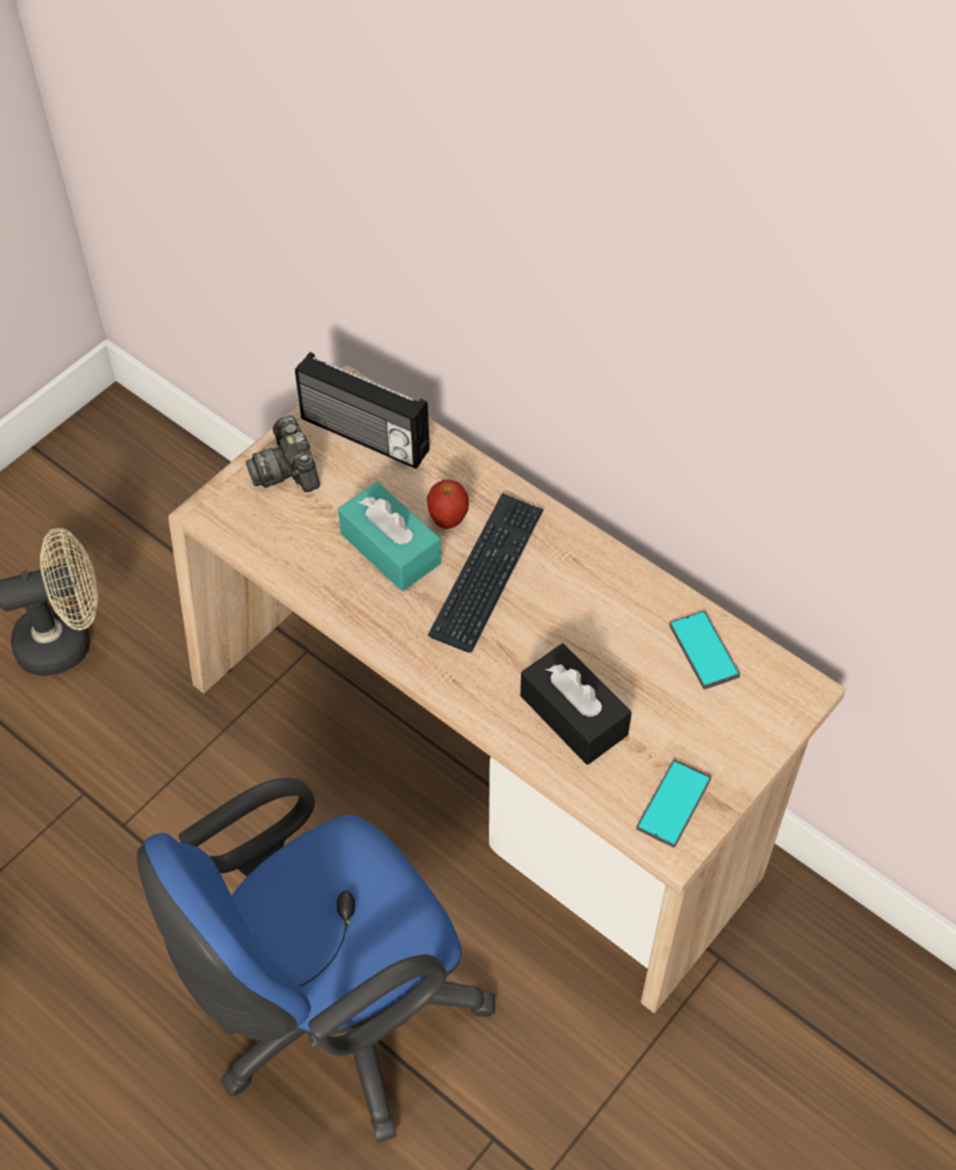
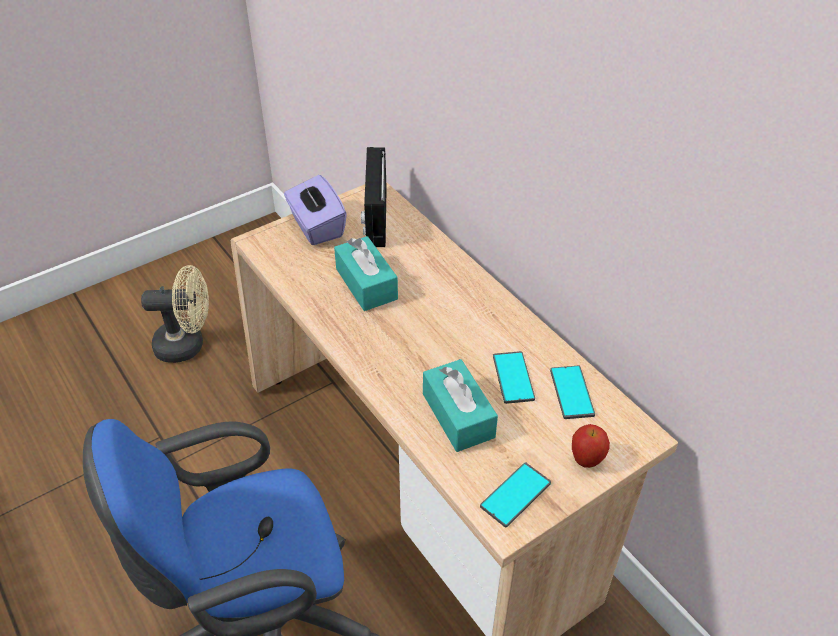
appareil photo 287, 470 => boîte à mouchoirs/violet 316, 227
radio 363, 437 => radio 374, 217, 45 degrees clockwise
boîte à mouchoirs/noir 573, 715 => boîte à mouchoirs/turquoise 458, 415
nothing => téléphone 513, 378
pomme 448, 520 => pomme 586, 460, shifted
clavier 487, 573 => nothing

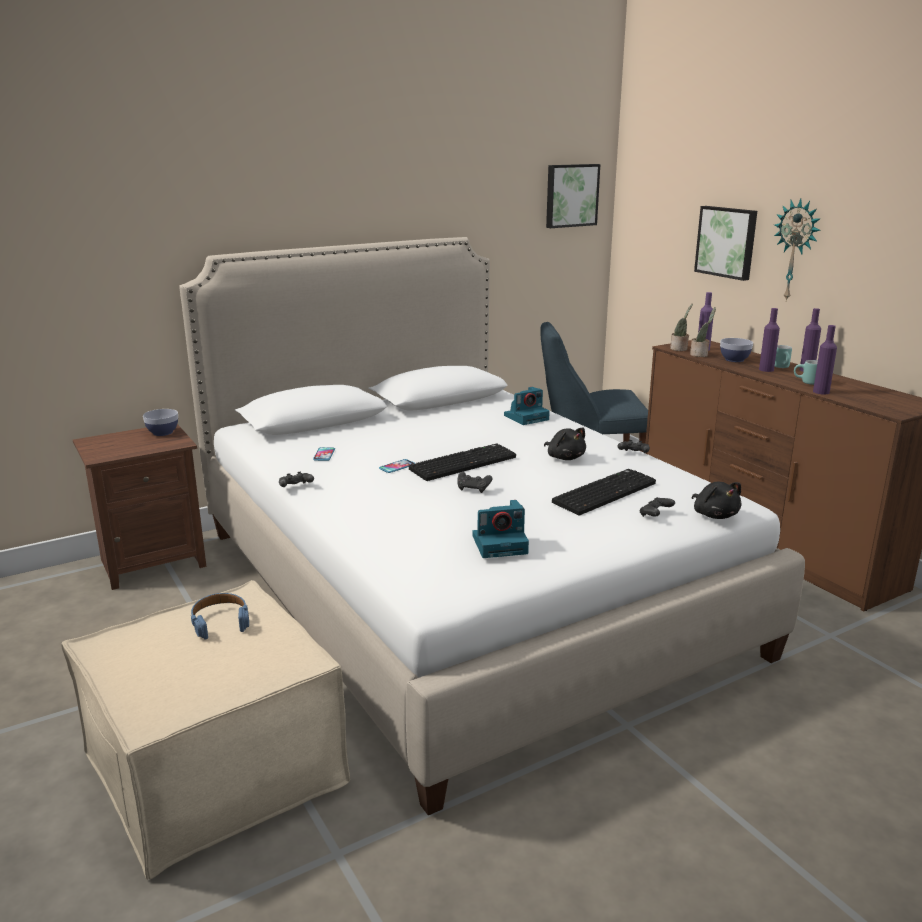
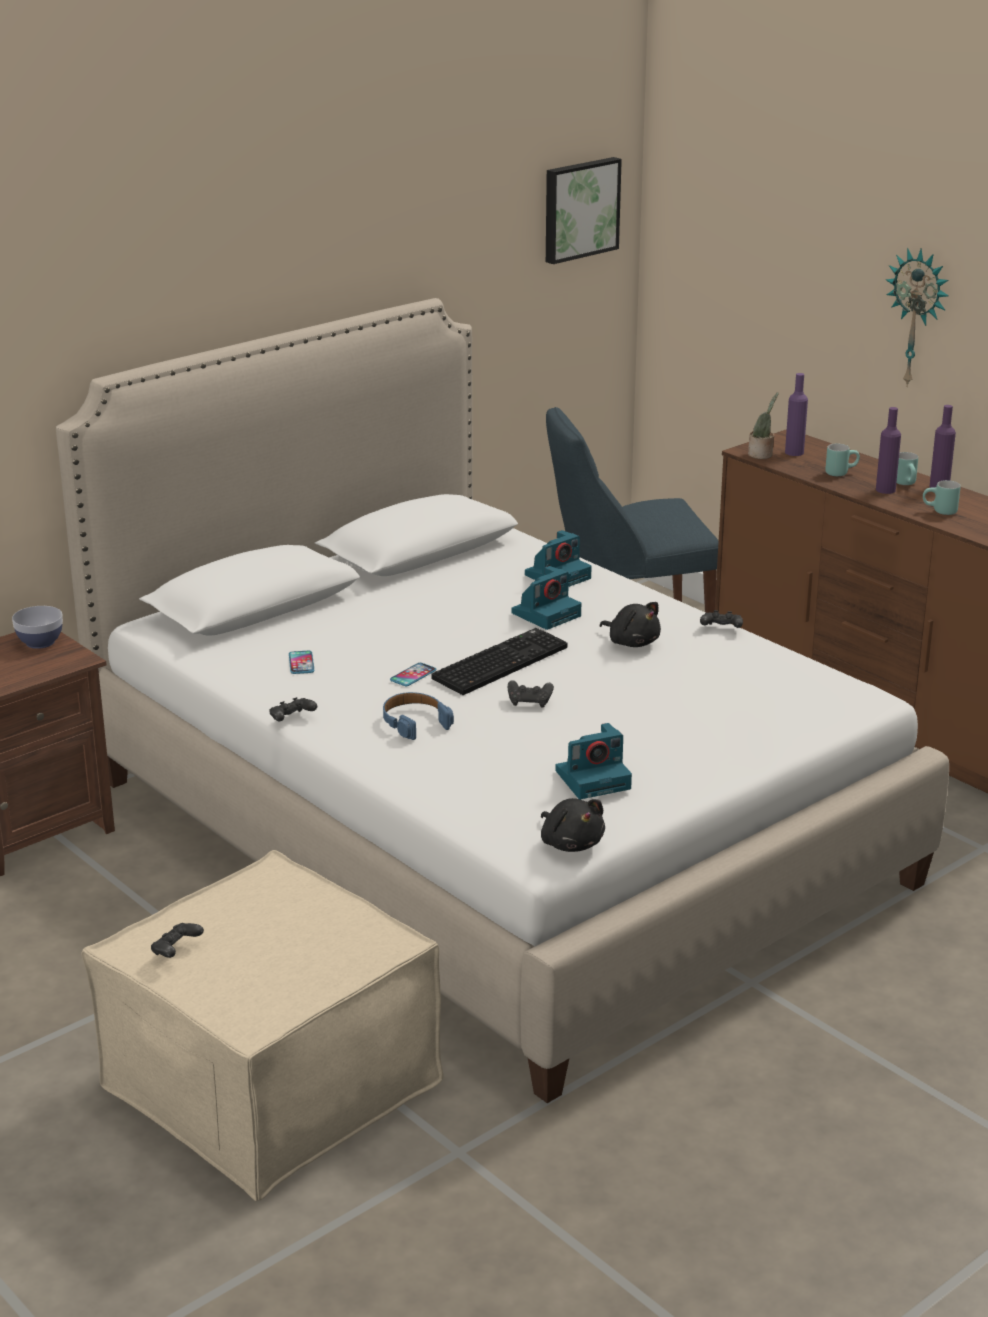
manette/noir 655, 515 => manette/noir 176, 950, shifted
casque audio/bleu 220, 621 => casque audio/bleu 414, 722, shifted
nothing => appareil photo 546, 614
peluche/noir 714, 515 => peluche/noir 571, 843, shifted
bol 734, 359 => mug/turquoise 840, 472
clavier 604, 492 => nothing
plante en pot 700, 355 => nothing
tableau 727, 242 => nothing
bouteille/violet 821, 392 => nothing

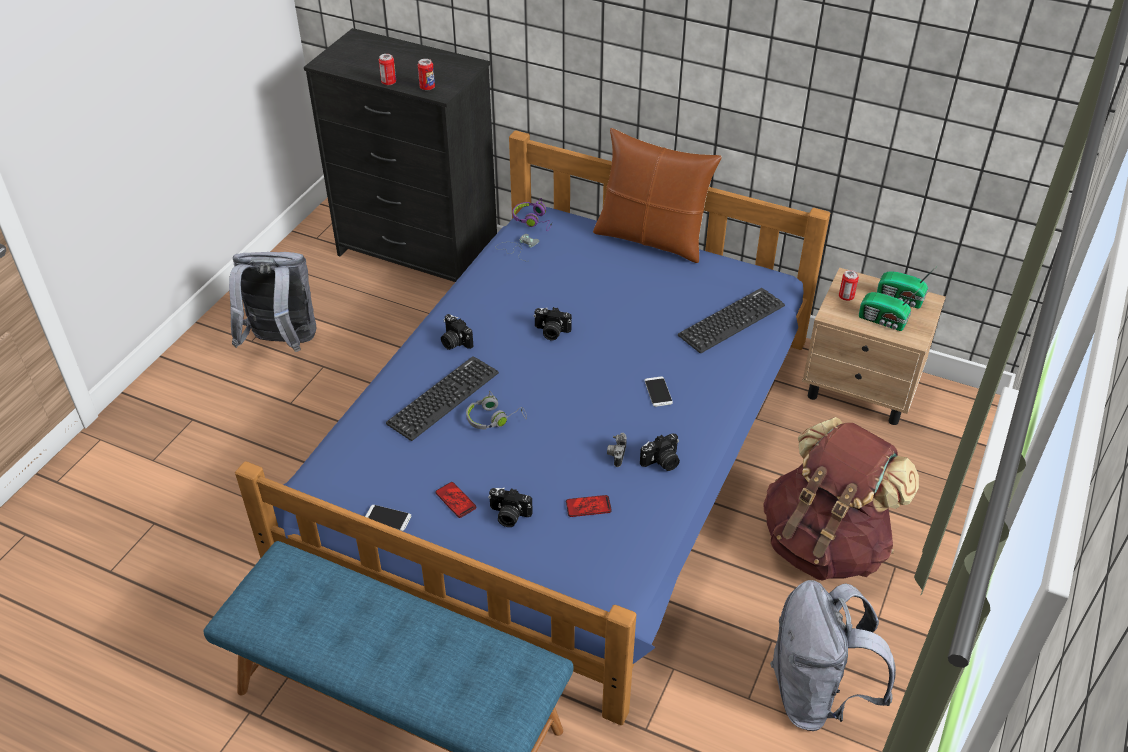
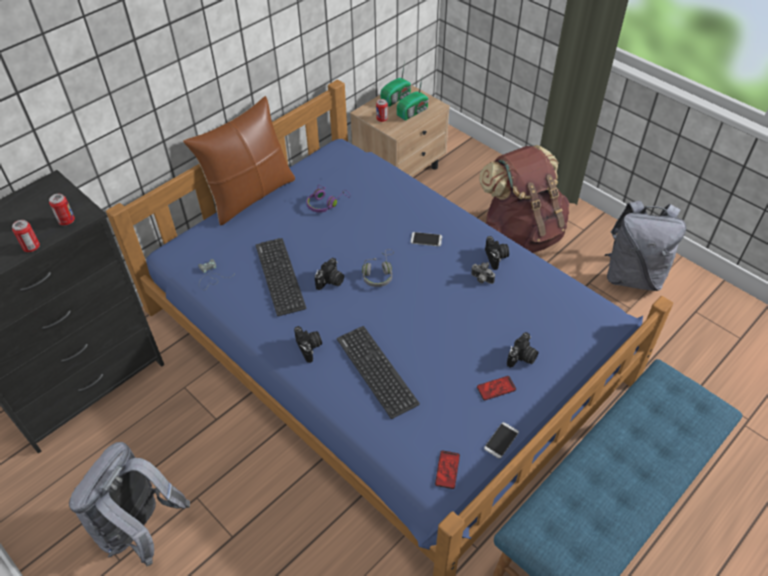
clavier 731, 321 => clavier 280, 276, shifted
appareil photo 454, 342 => appareil photo 310, 347, 90 degrees counterclockwise
casque audio/violet 533, 221 => casque audio/violet 326, 203, shifted
casque audio/gris 494, 418 => casque audio/gris 379, 273, shifted
téléphone 588, 506 => téléphone 447, 470, shifted

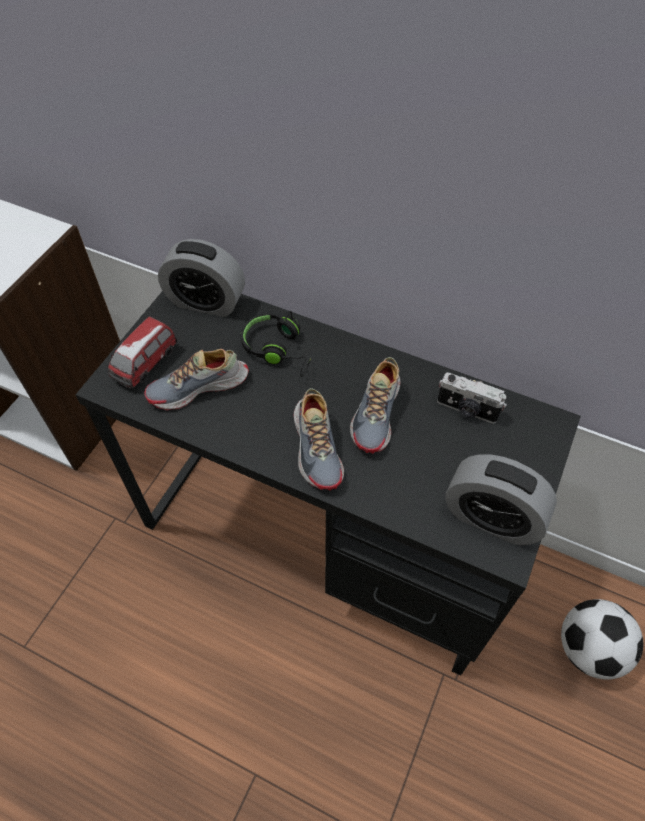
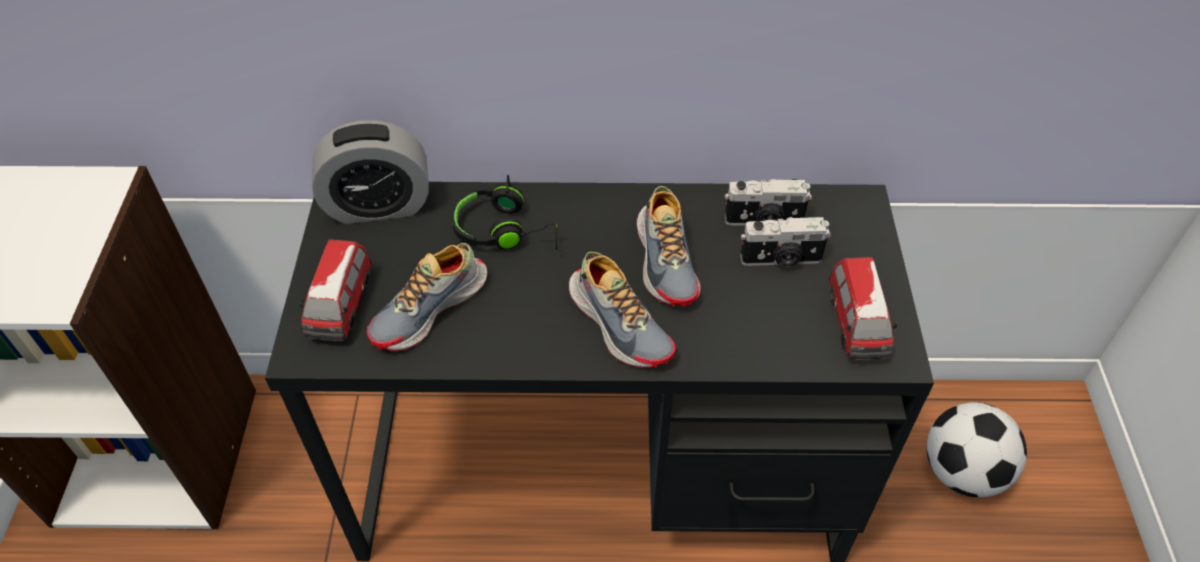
nothing => appareil photo 781, 260
réveil 491, 517 => petite voiture 857, 324

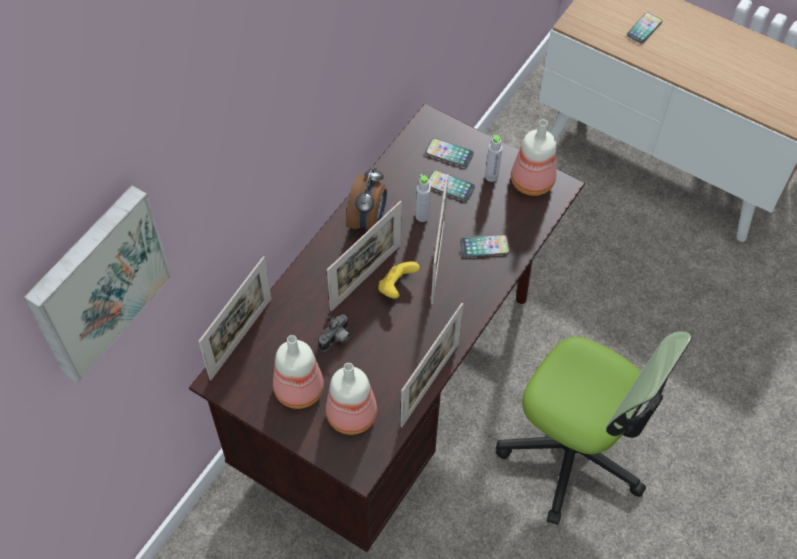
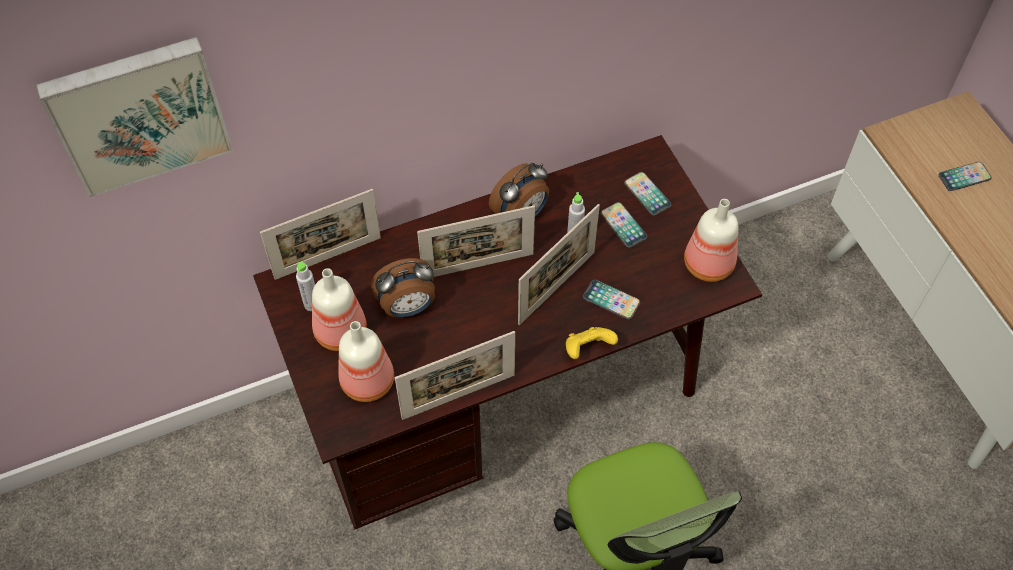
bouteille/gris 491, 176 => bouteille/gris 312, 304, shifted
appareil photo 337, 339 => réveil 408, 307
manette/jaune 396, 287 => manette/jaune 587, 349, shifted

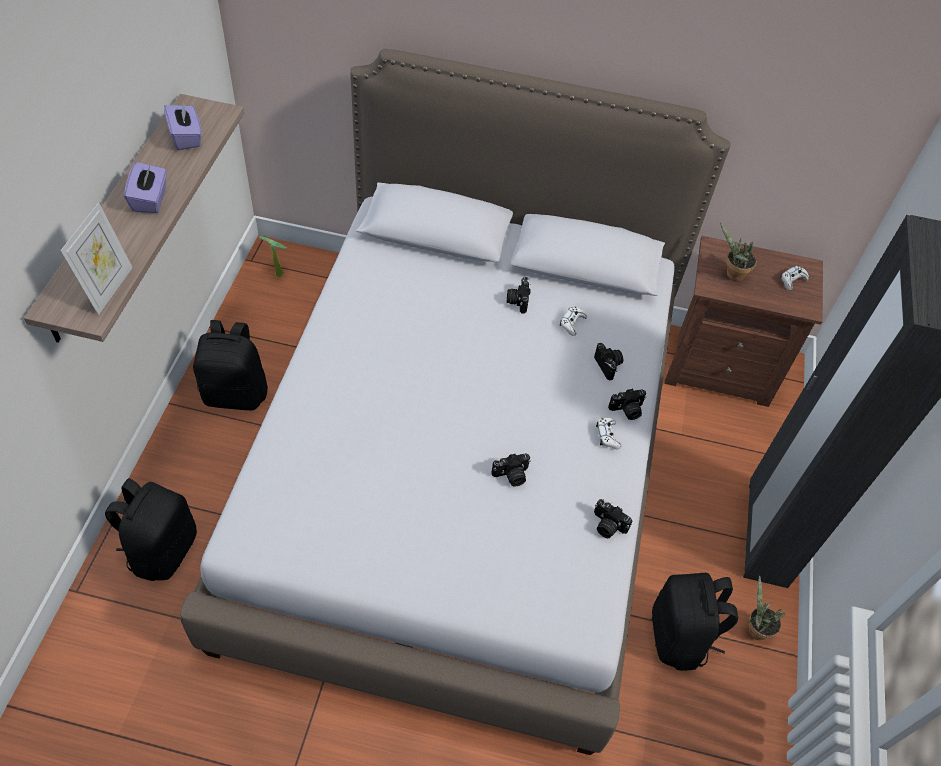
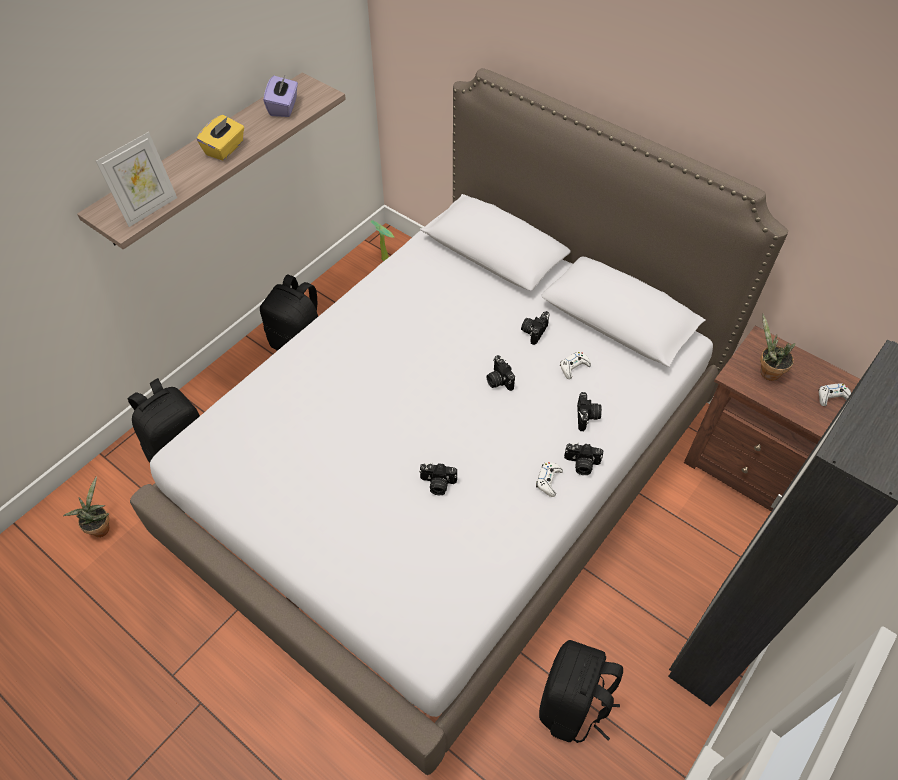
plante en pot 755, 629 => plante en pot 100, 527, shifted
boîte à mouchoirs/violet 150, 199 => boîte à mouchoirs/jaune 225, 149
appareil photo 607, 526 => appareil photo 498, 380, shifted

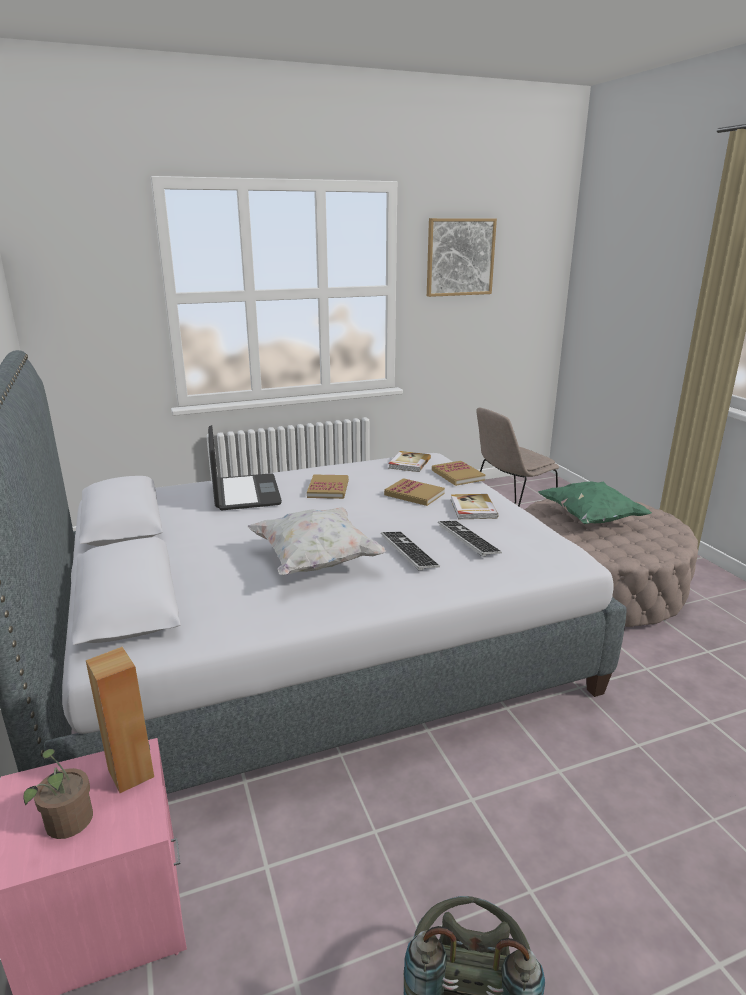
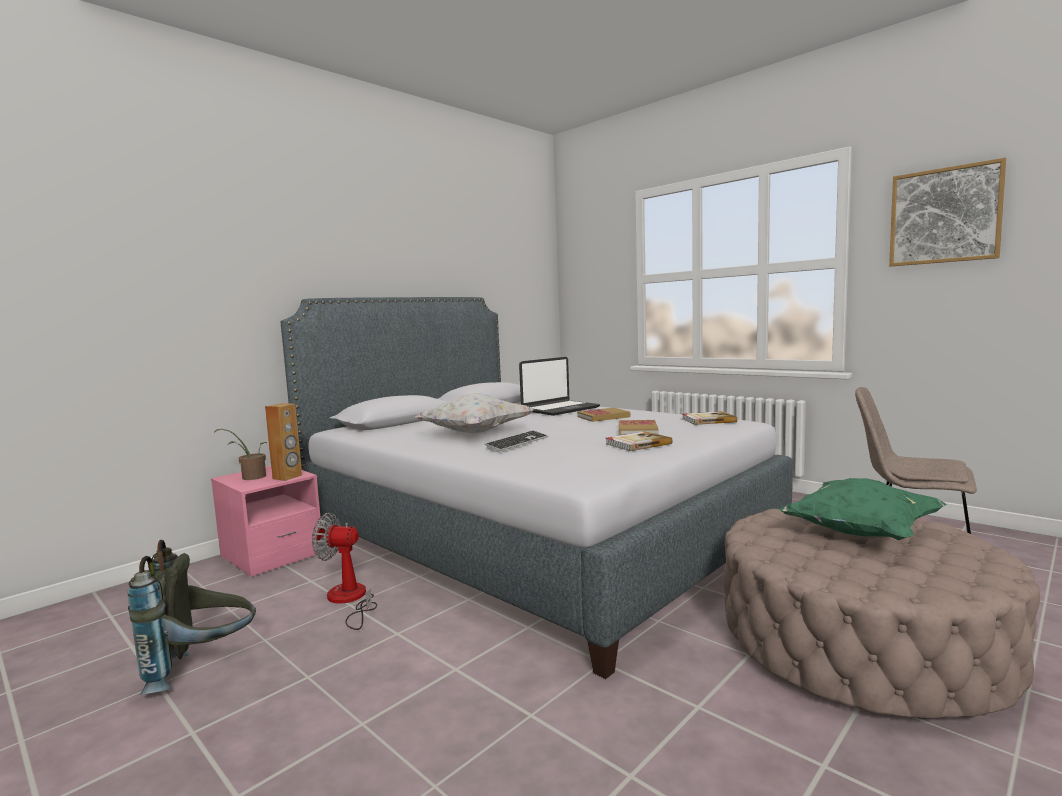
nothing => ventilateur 349, 600
livre 457, 475 => nothing
clavier 468, 539 => nothing

